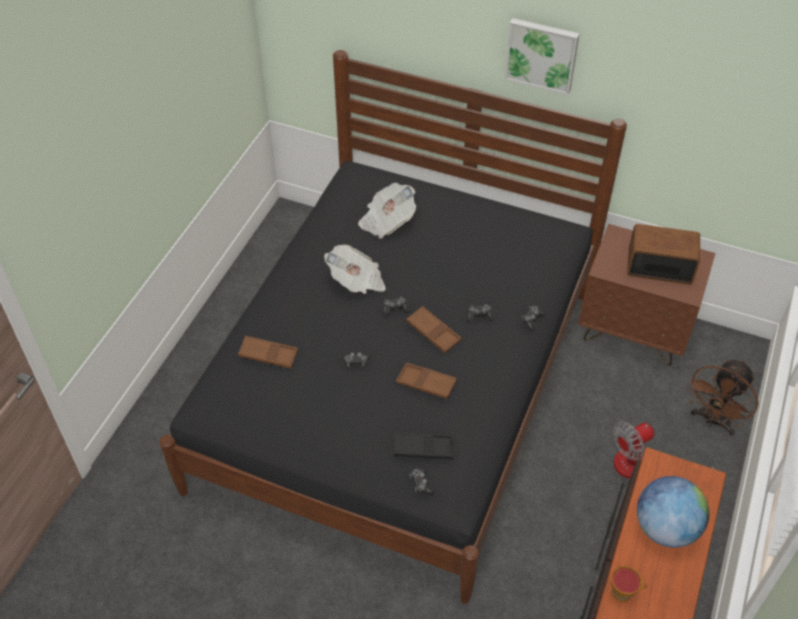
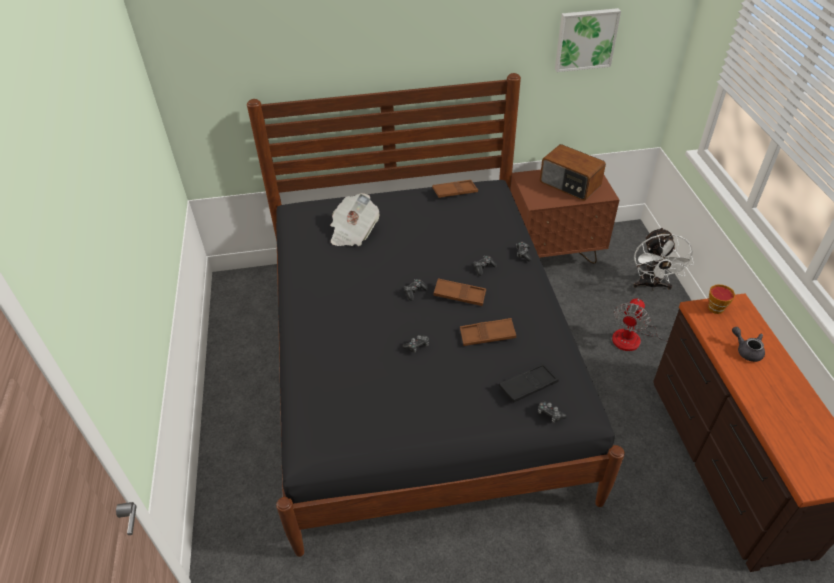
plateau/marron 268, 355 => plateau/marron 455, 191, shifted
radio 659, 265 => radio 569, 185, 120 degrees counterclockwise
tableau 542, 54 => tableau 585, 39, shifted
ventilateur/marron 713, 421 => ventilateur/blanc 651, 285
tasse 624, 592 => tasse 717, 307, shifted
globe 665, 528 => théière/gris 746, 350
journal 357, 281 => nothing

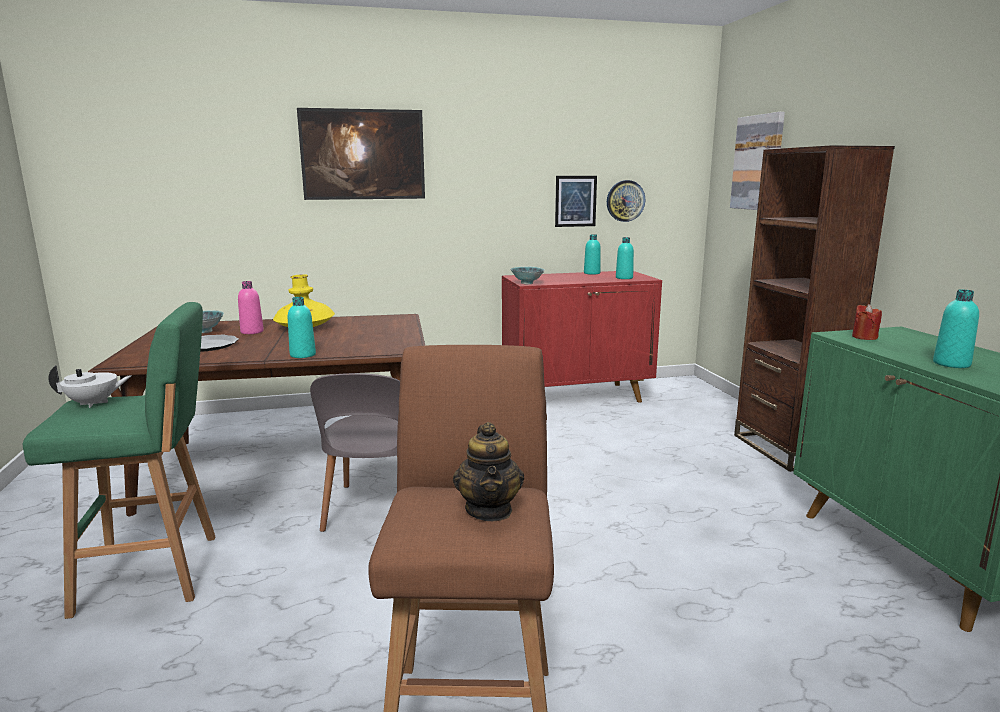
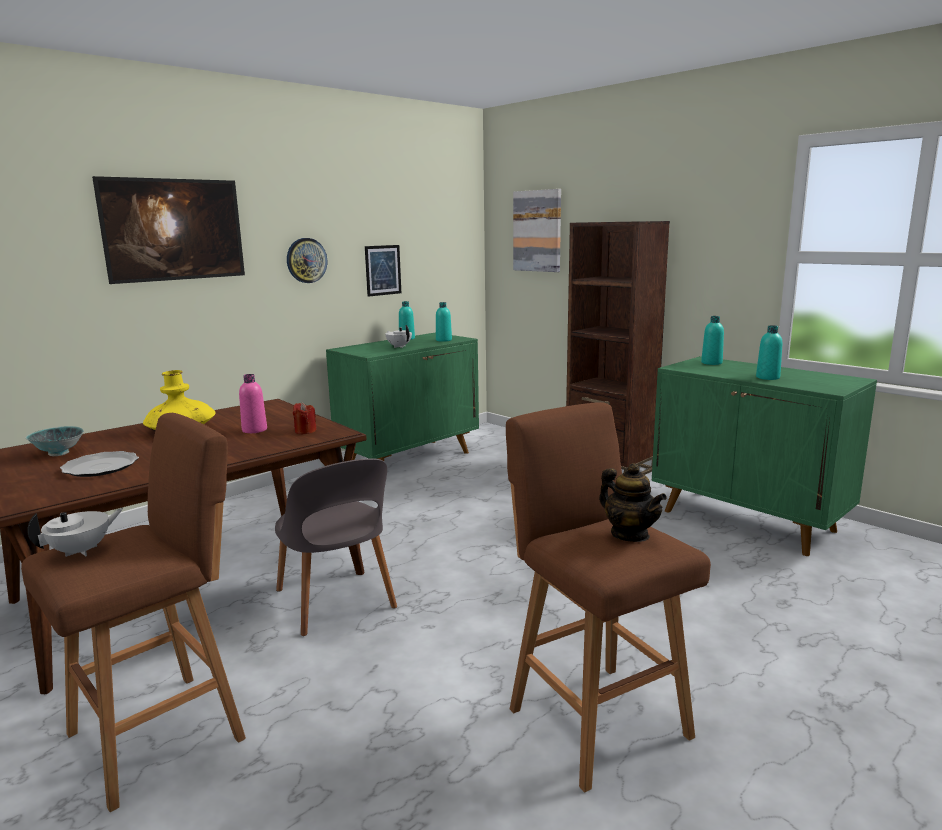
tabouret/vert 154, 573 => tabouret/marron 162, 733
bouteille/rose 252, 332 => bouteille/rose 254, 430, shifted
horloge murale 625, 201 => horloge murale 306, 260, shifted
bougie/rouge 864, 337 => bougie/rouge 305, 431, shifted
meuble de rangement/rouge 577, 397 => meuble de rangement/vert 410, 459
nothing => théière/blanc 399, 346
bouteille/turquoise 303, 355 => bouteille/turquoise 711, 363, shifted
bol 527, 283 => nothing

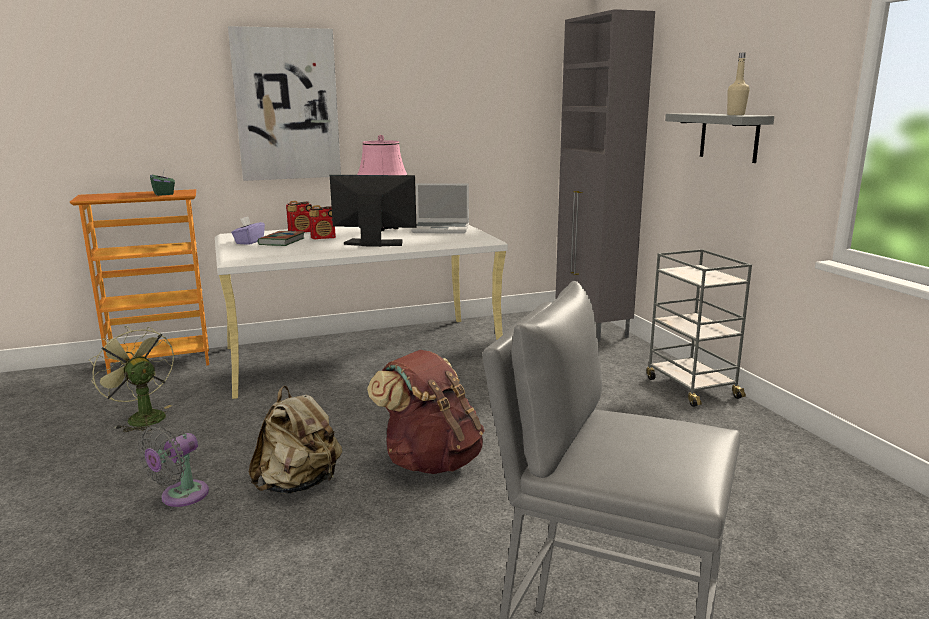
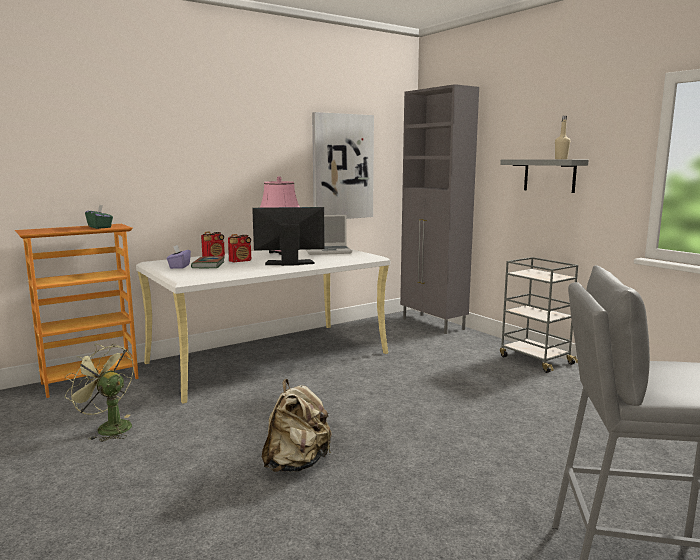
tableau 286, 105 => tableau 342, 167, shifted
ventilateur/gris 180, 496 => nothing
sac à dos/marron 431, 461 => nothing

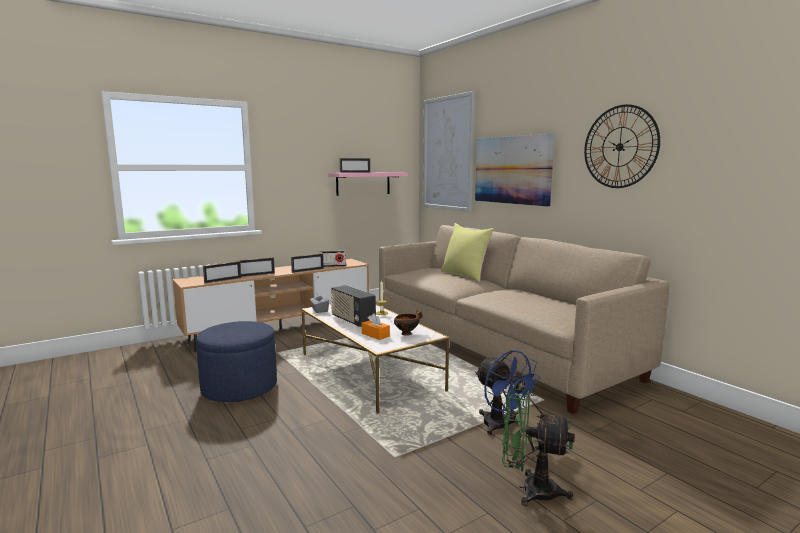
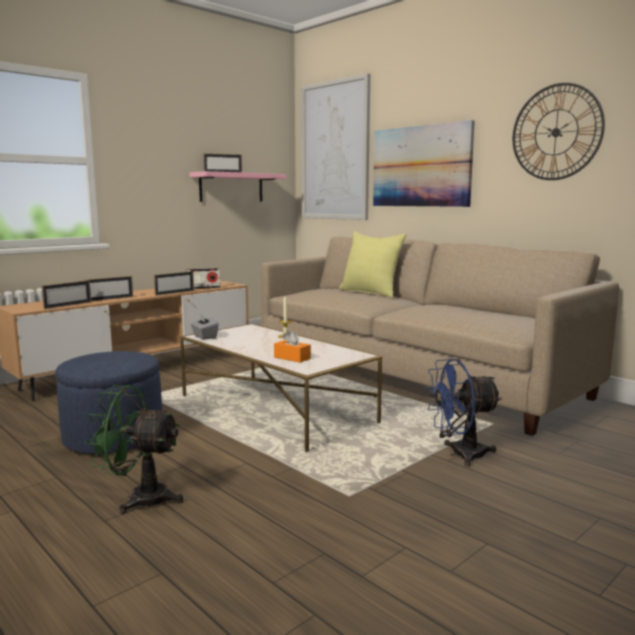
ventilateur/vert 529, 490 => ventilateur/vert 139, 498, shifted
ventilateur/bleu 501, 427 => ventilateur/bleu 460, 454, 120 degrees clockwise
radio 352, 320 => nothing
bol 407, 333 => nothing

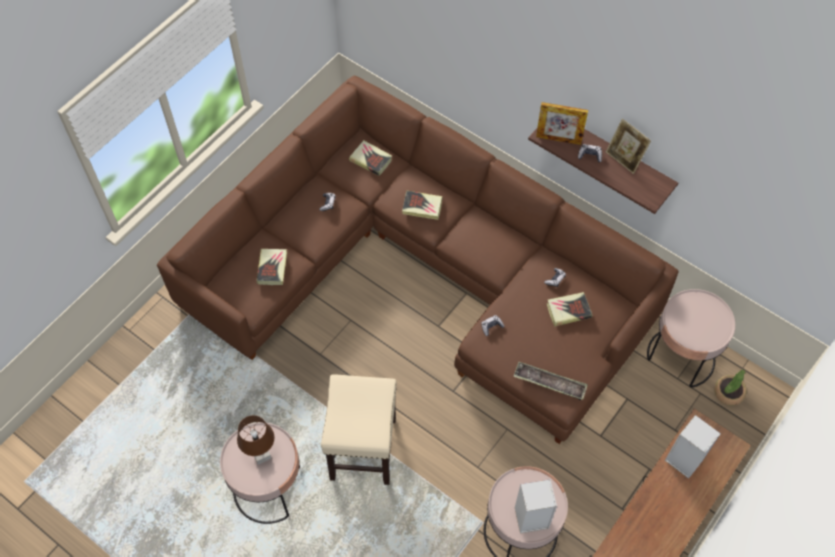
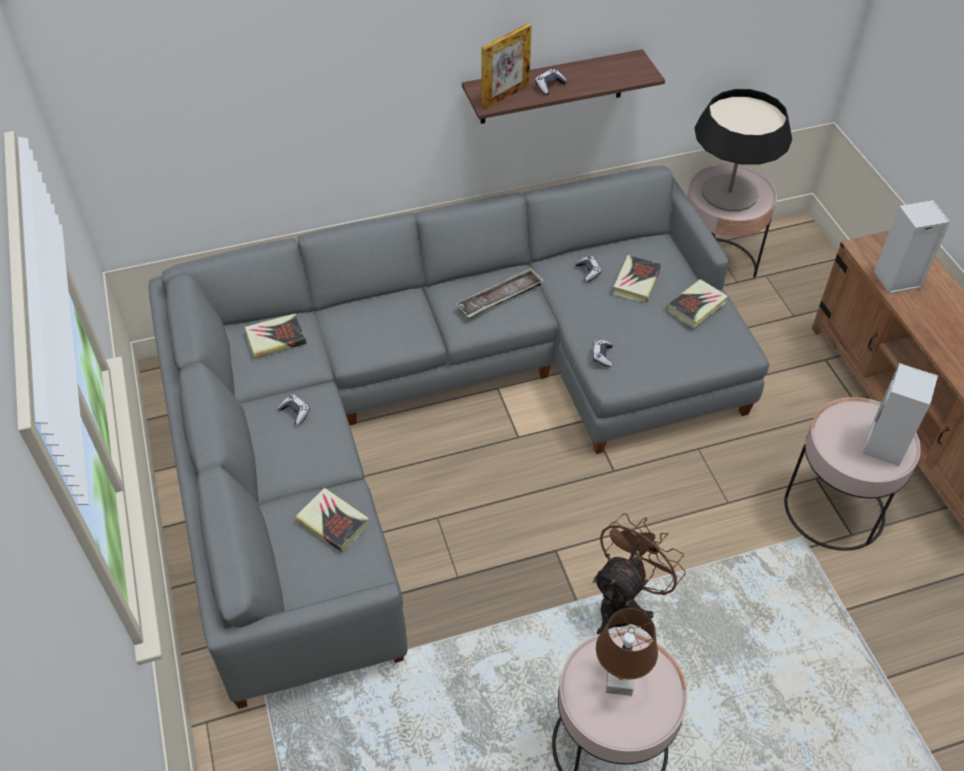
canapé/marron 423, 271 => canapé/gris 435, 410
plateau 549, 383 => plateau 500, 297, shifted
tabouret/beige 363, 448 => ventilateur/marron 624, 603
livre 422, 207 => livre 696, 306, shifted
nothing => lampe de table 729, 193
cadre photo 624, 159 => nothing
plante en pot 728, 392 => nothing

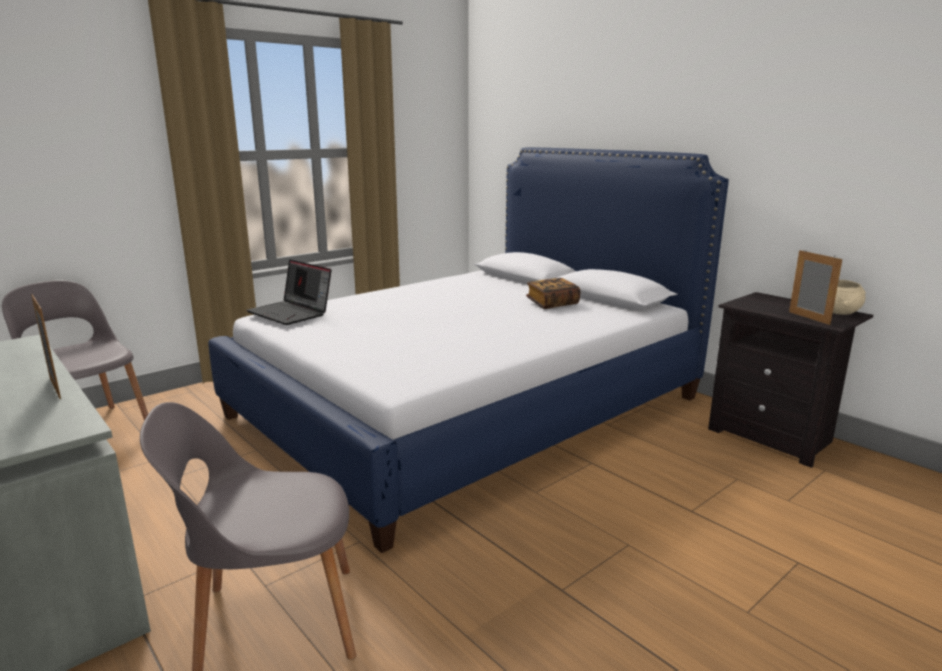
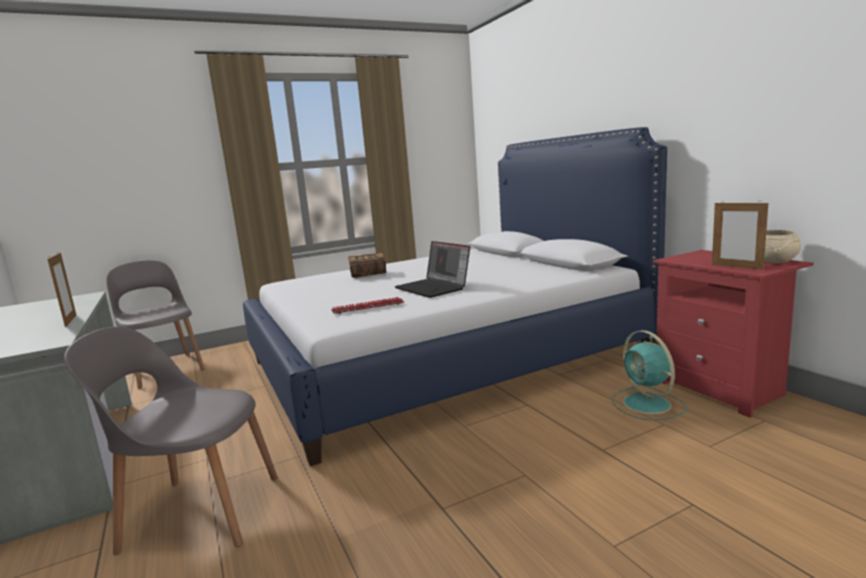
nothing => clavier 367, 307
livre 552, 303 => livre 368, 274, shifted
ordinateur portable 291, 313 => ordinateur portable 434, 288, shifted
nothing => ventilateur/turquoise 648, 404
table de chevet/noir 774, 436 => table de chevet/rouge 722, 388
cadre photo 808, 318 => cadre photo 736, 267, 150 degrees clockwise

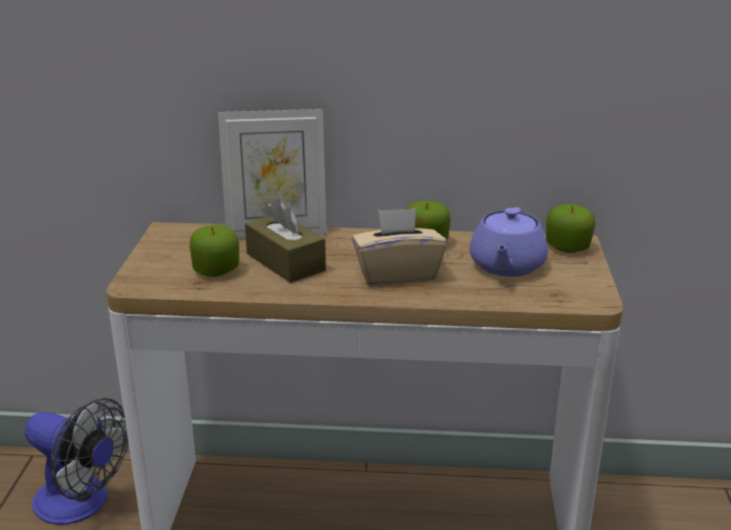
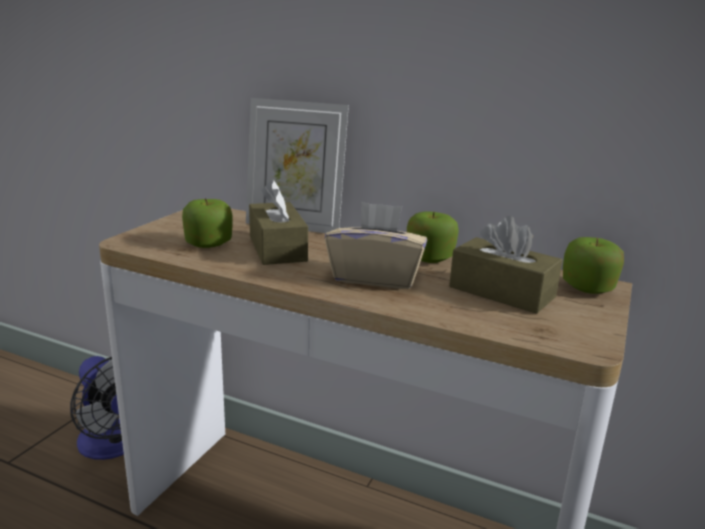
théière/violet 506, 266 => boîte à mouchoirs/marron 501, 292

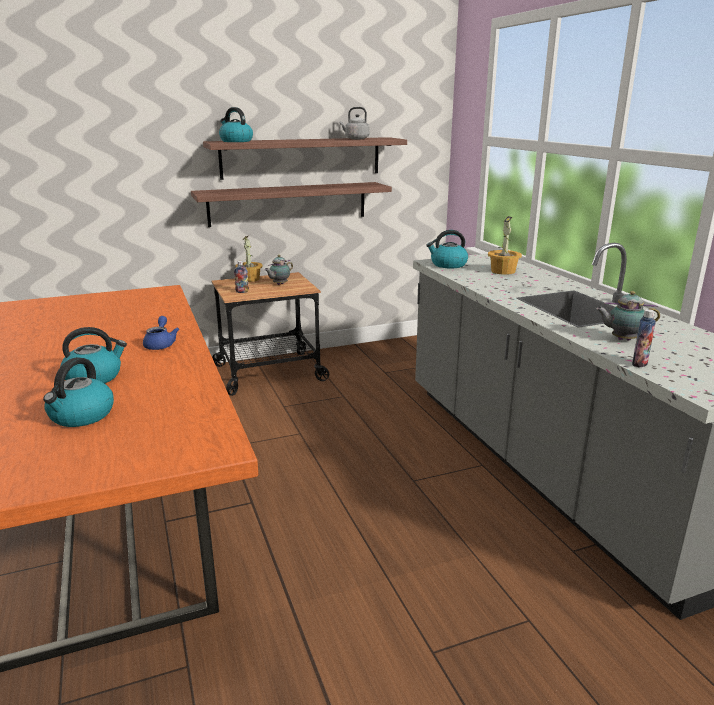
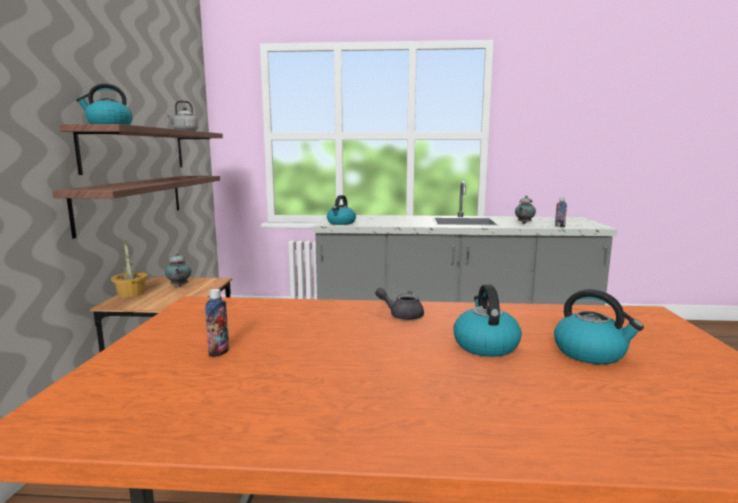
bouteille 242, 292 => bouteille 219, 352, shifted
théière/bleu 161, 344 => théière/gris 402, 315
plante en pot 503, 271 => nothing

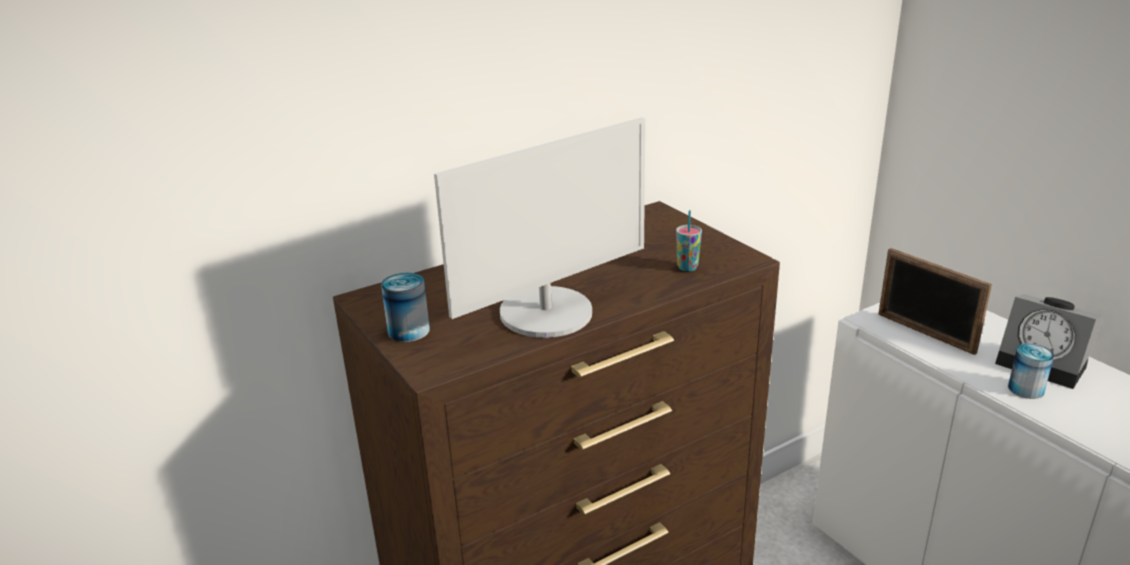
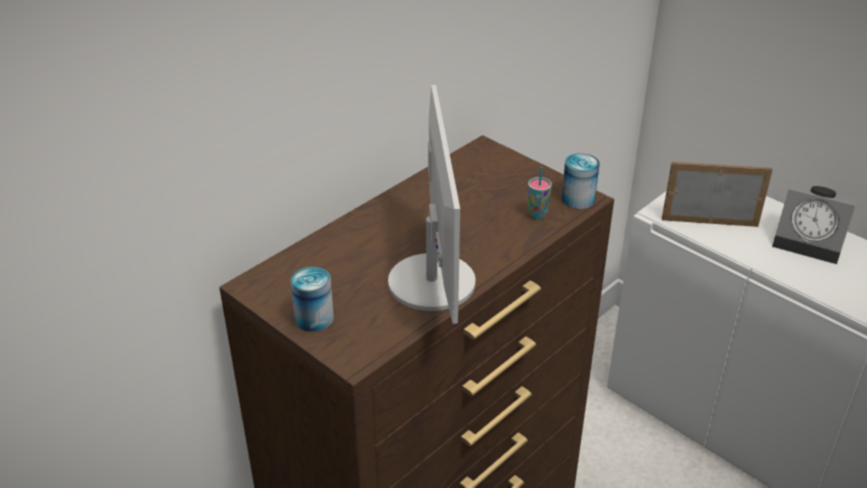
écran d'ordinateur 547, 313 => écran d'ordinateur 433, 282, 45 degrees counterclockwise
boîte métallique 1026, 389 => boîte métallique 578, 199, shifted
cadre photo 925, 333 => cadre photo 709, 221, 150 degrees clockwise

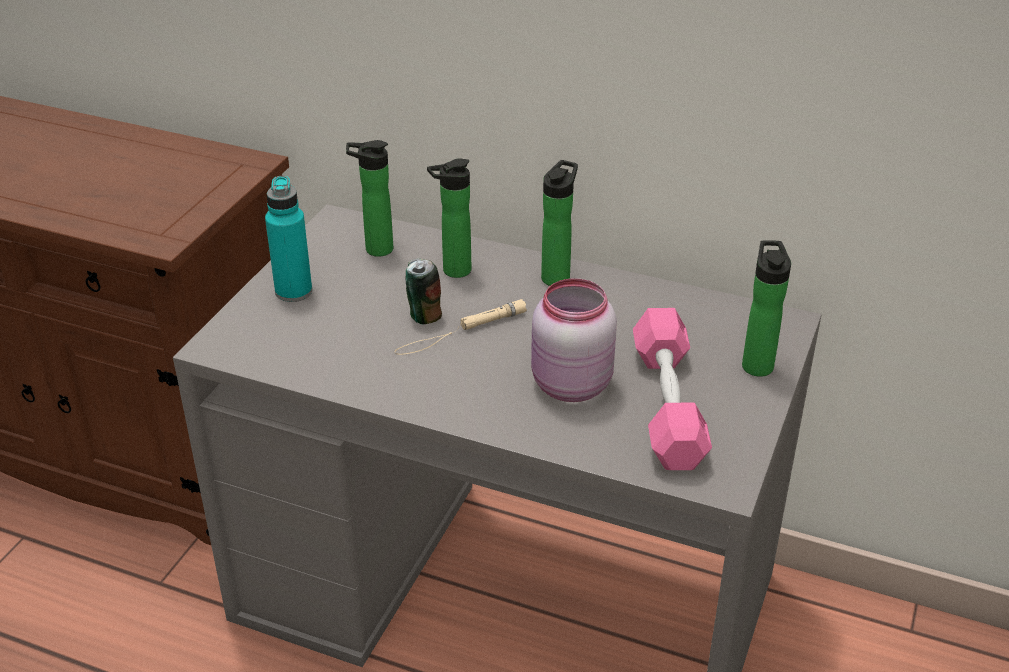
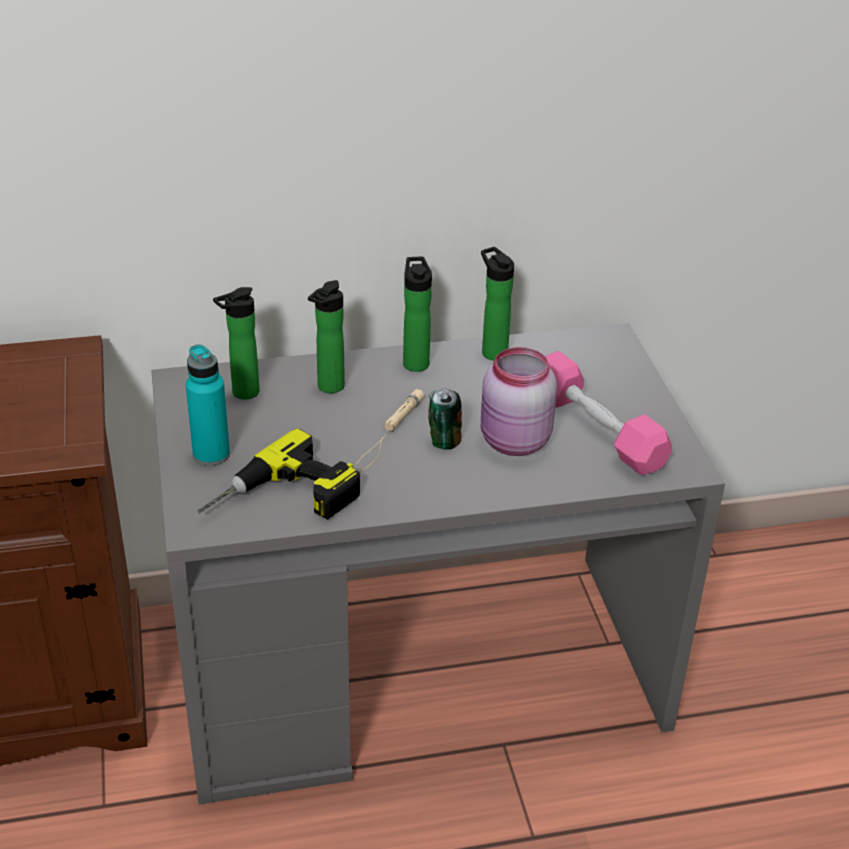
nothing => perceuse 283, 501
boîte métallique 424, 316 => boîte métallique 443, 441, shifted
bouteille 757, 364 => bouteille 492, 351, shifted

